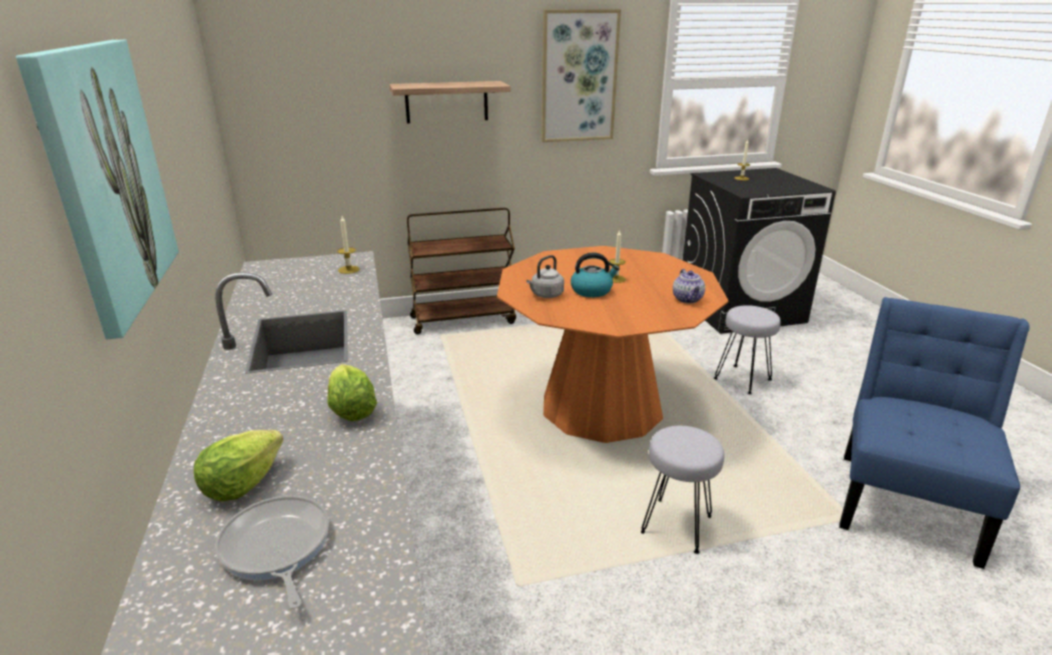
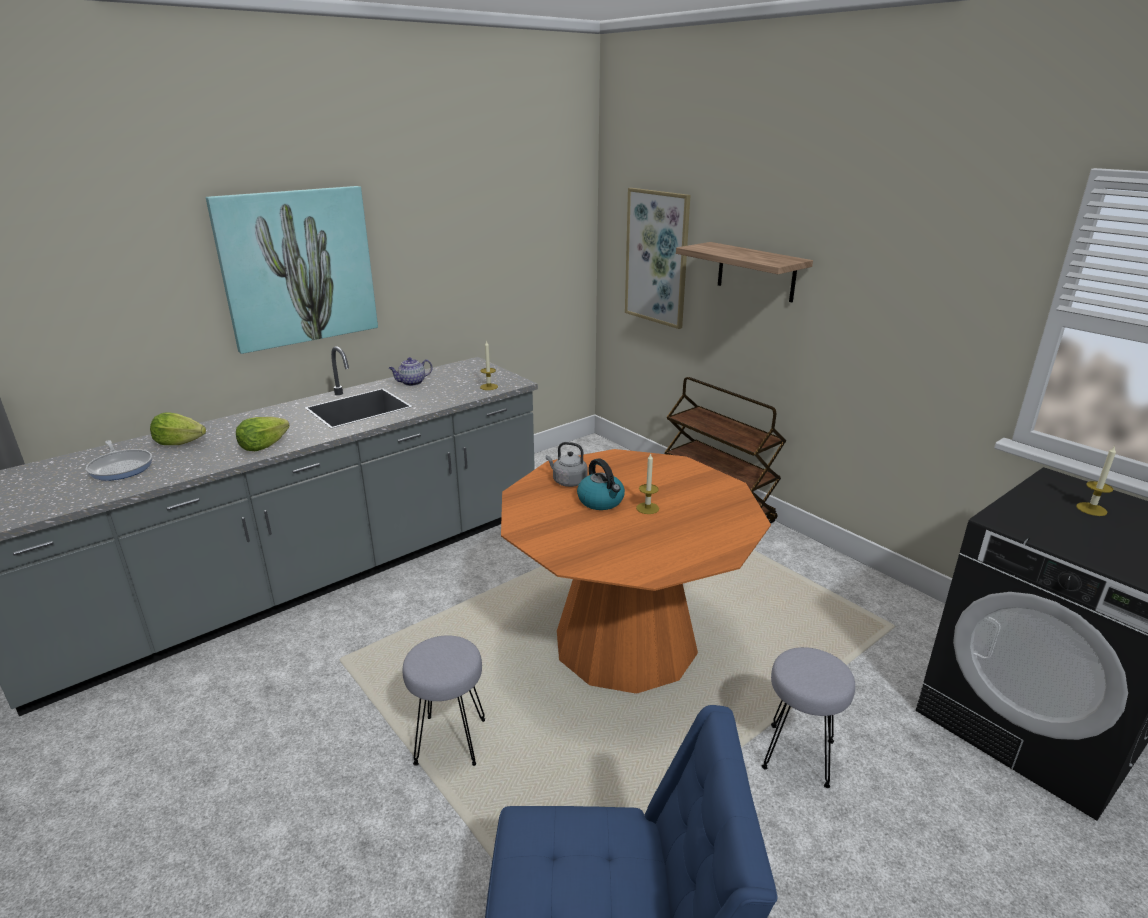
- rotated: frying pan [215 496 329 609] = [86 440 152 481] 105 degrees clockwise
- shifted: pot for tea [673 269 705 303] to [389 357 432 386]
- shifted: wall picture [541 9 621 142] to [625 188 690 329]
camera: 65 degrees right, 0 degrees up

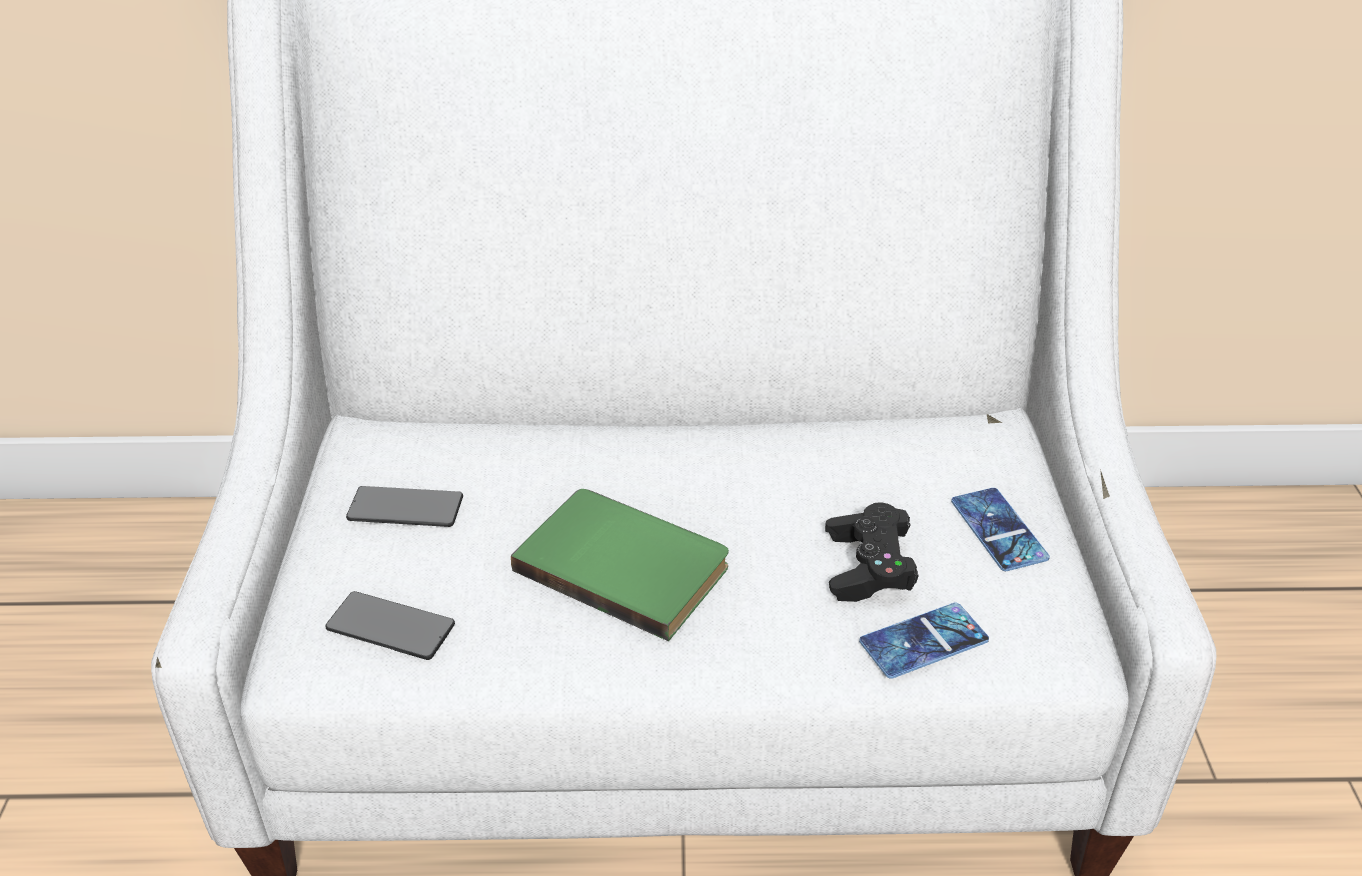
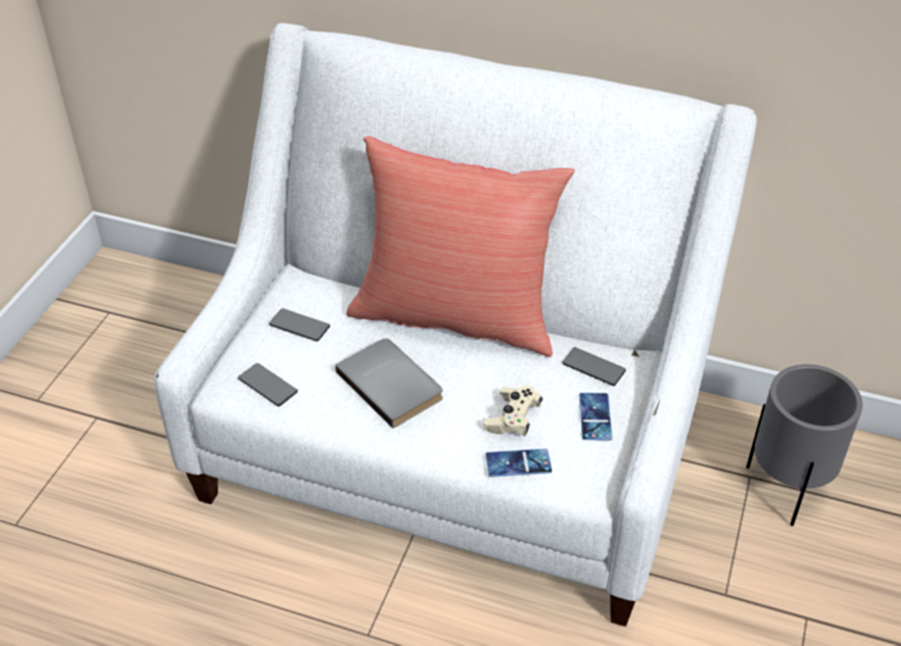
- repainted: green-coloured book [511 489 729 641] to greyish book [335 338 443 428]
- new: red-coloured cushion [346 136 575 357]
- repainted: blackish game controller [825 503 919 602] to beige game controller [483 386 543 436]
- new: telephone [562 347 626 386]
- new: greyish planter [746 364 863 526]
camera: 20 degrees right, 5 degrees up

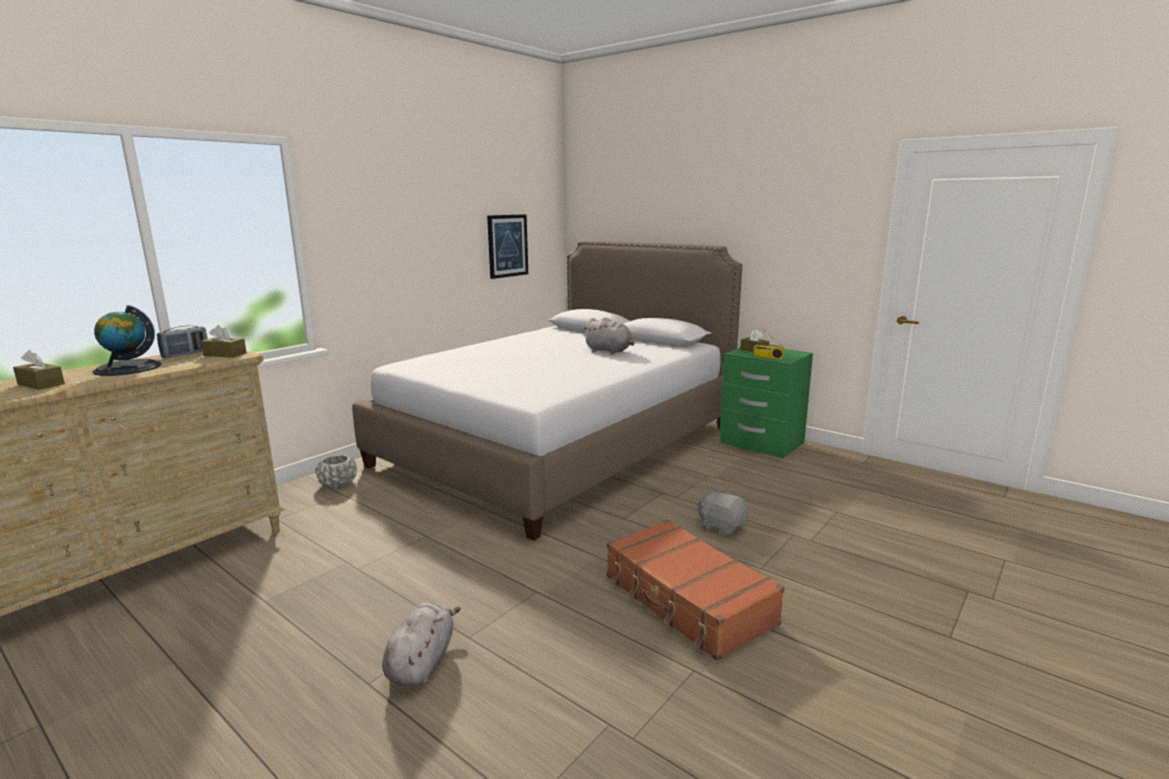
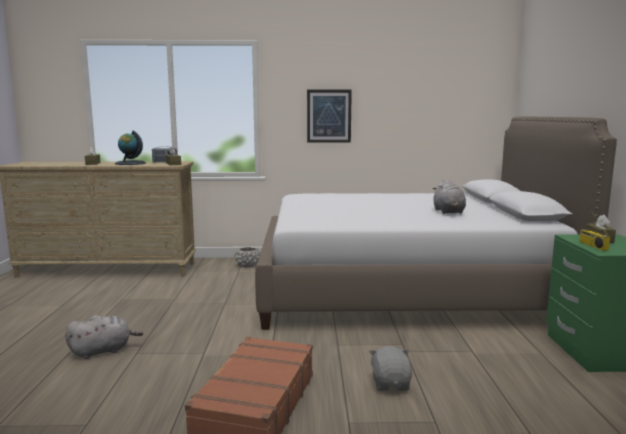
- shifted: wall picture [487 214 528 279] to [307 90 352 142]
camera: 50 degrees right, 5 degrees down

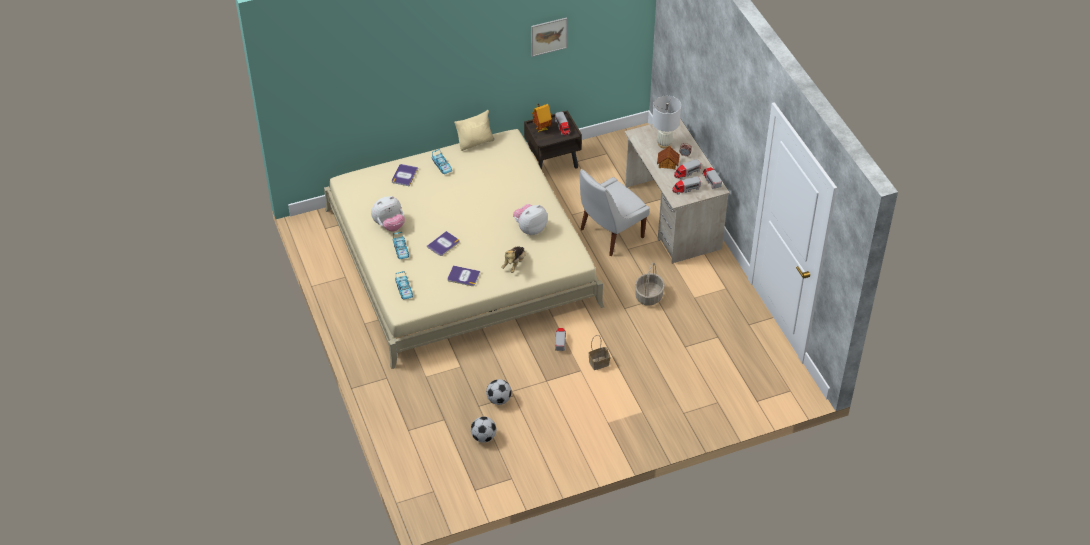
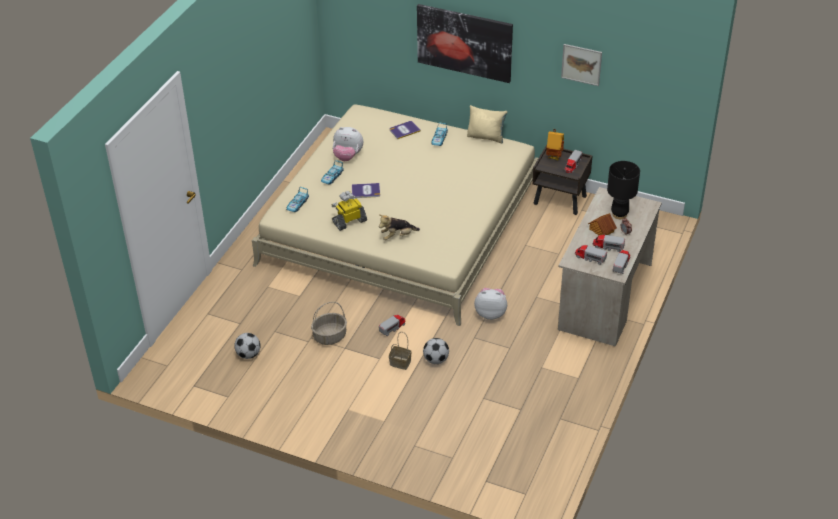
- shifted: household basket [635 263 665 306] to [311 302 347 345]
- swapped: book [447 265 480 286] to toy robot [331 191 367 231]
- new: wall picture [417 4 513 83]
- shifted: ball for football [486 379 511 405] to [423 338 449 364]
- shifted: plush toy [513 204 548 235] to [474 288 507 320]
- repainted: white-coloured table lamp [652 96 681 148] to blackish table lamp [607 161 640 219]
- gone: white-coloured plain chair [580 169 650 256]
camera: 45 degrees right, 5 degrees down

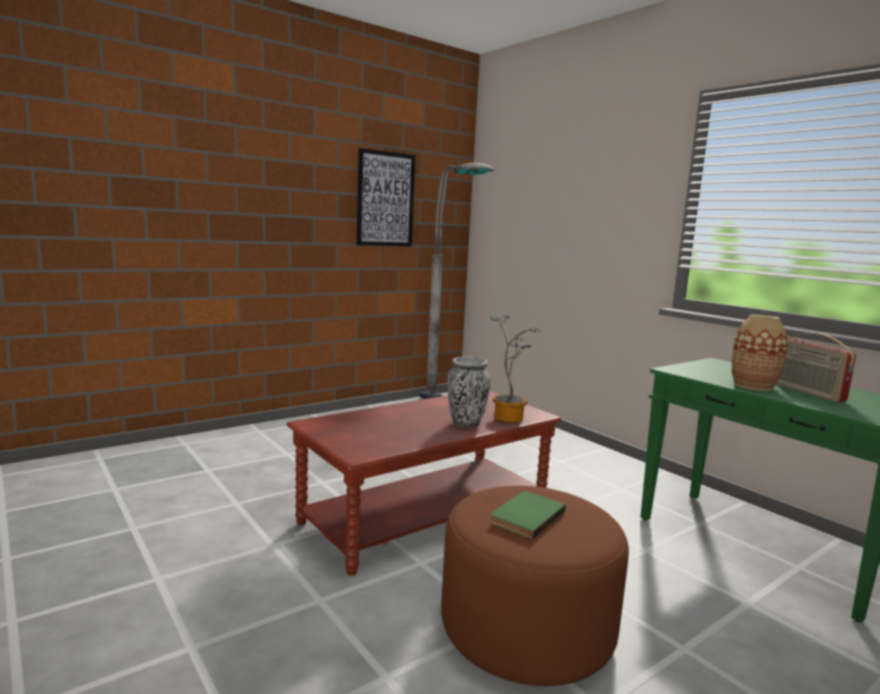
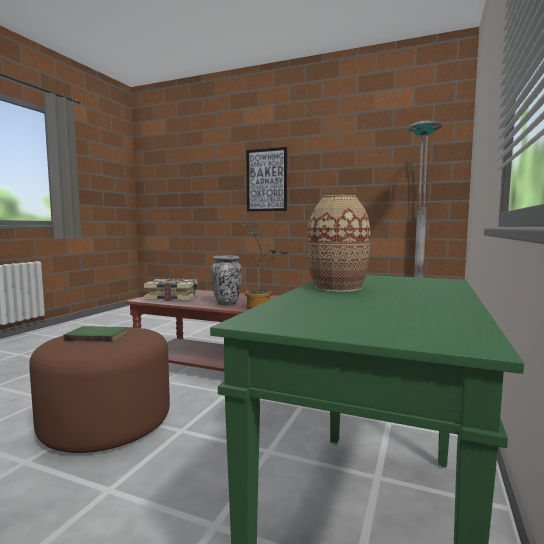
- new: book [144 279 198 301]
- shifted: wall picture [357 148 415 246] to [246 147 287 212]
- gone: radio set [776 333 856 402]
camera: 60 degrees right, 5 degrees down

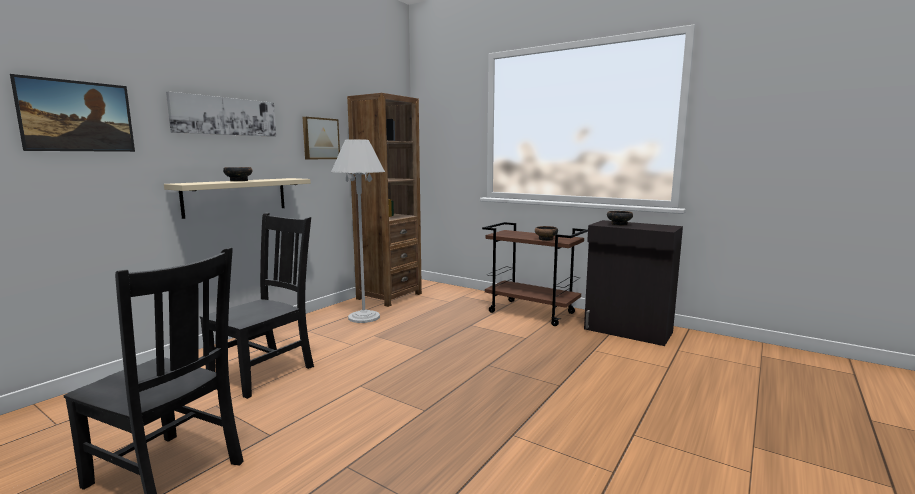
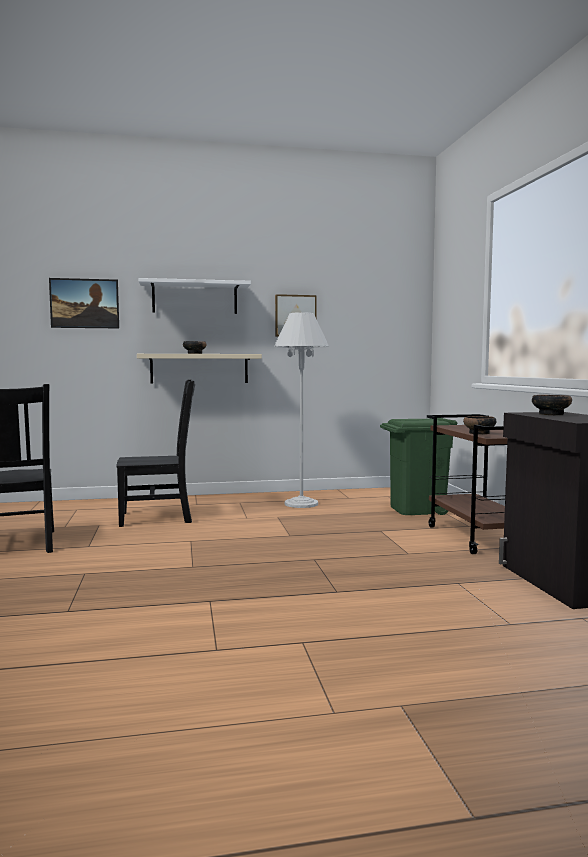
- swapped: wall picture [166 91 276 137] to white-coloured bracket shelf [138 278 251 314]
- new: green-coloured trash can [380 418 457 515]
- gone: brown bookshelf [347 93 422 307]
camera: 45 degrees right, 5 degrees down

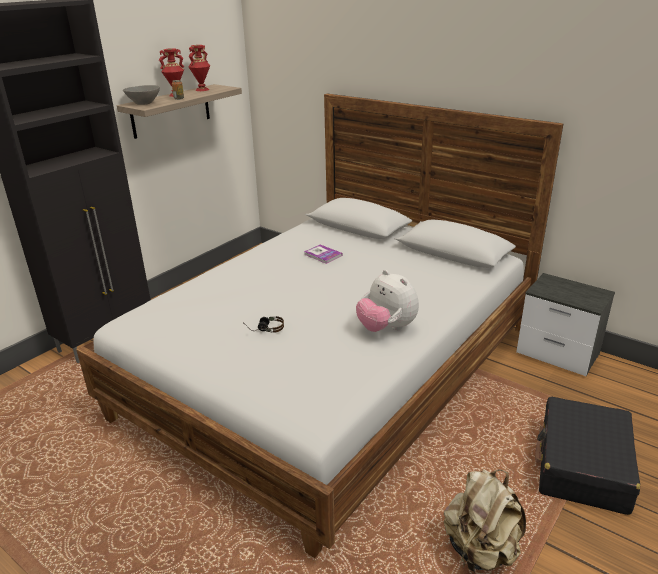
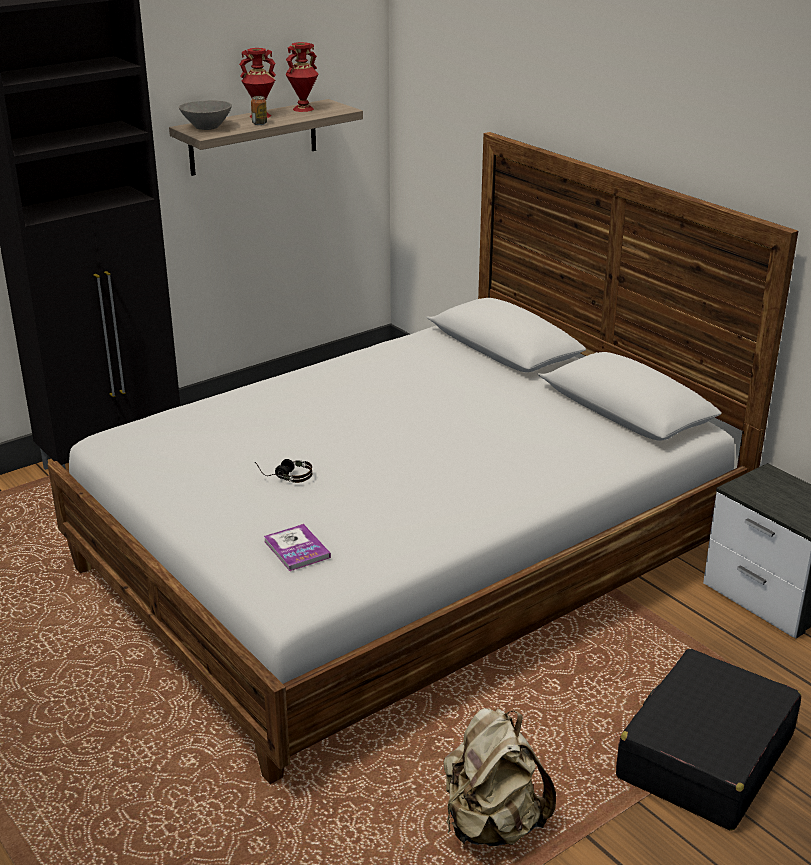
- shifted: book [304 245 342 264] to [264 524 331 571]
- gone: plush toy [356 270 419 332]
camera: 15 degrees right, 0 degrees up

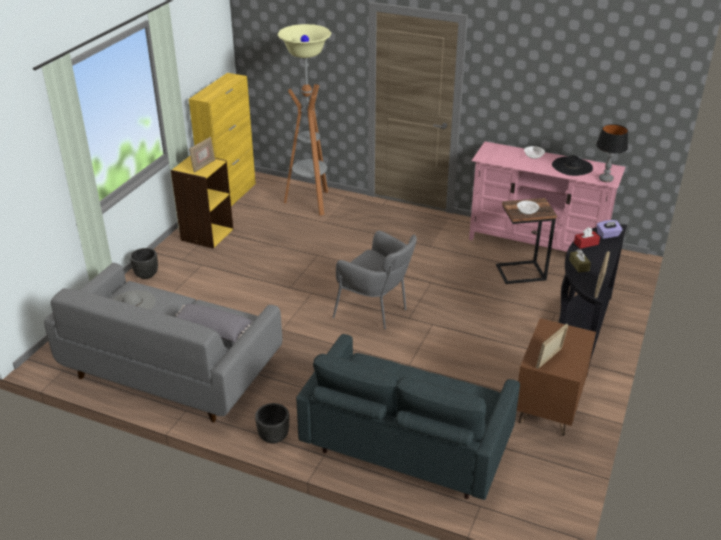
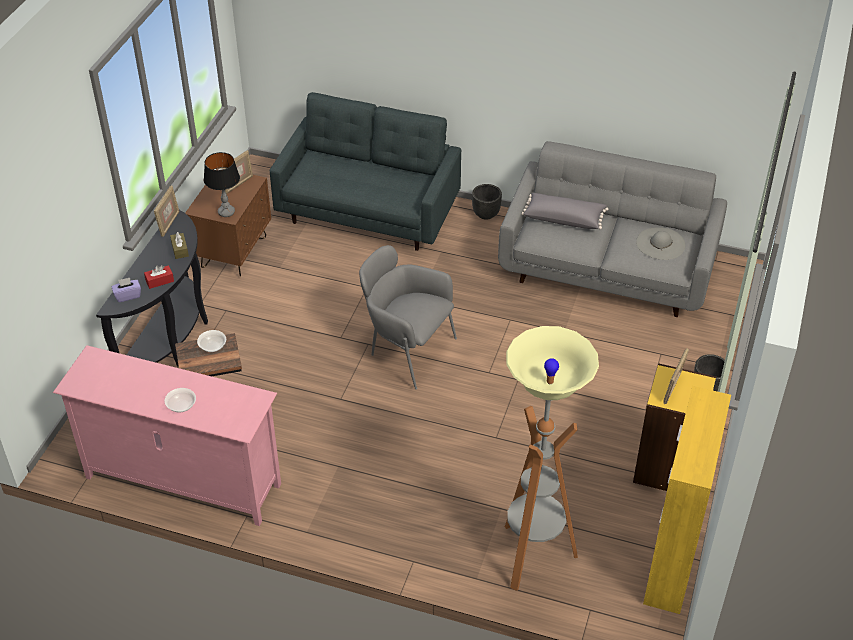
- shifted: table lamp [596 124 628 182] to [204 152 240 217]
- gone: blackish wearable hat [552 155 593 176]
camera: 175 degrees right, 10 degrees up

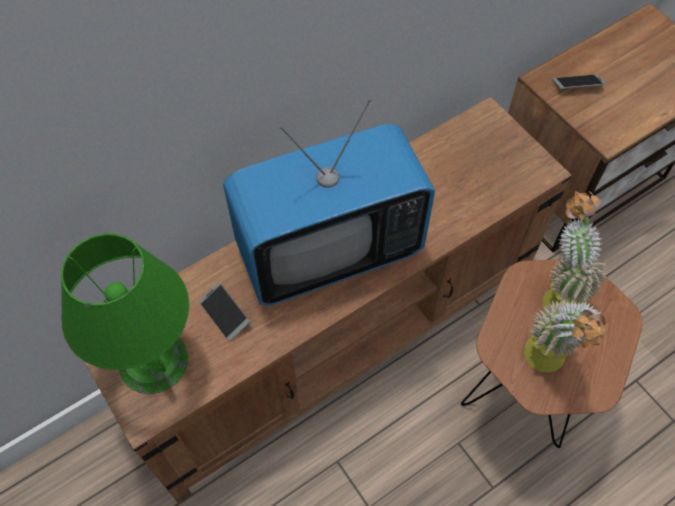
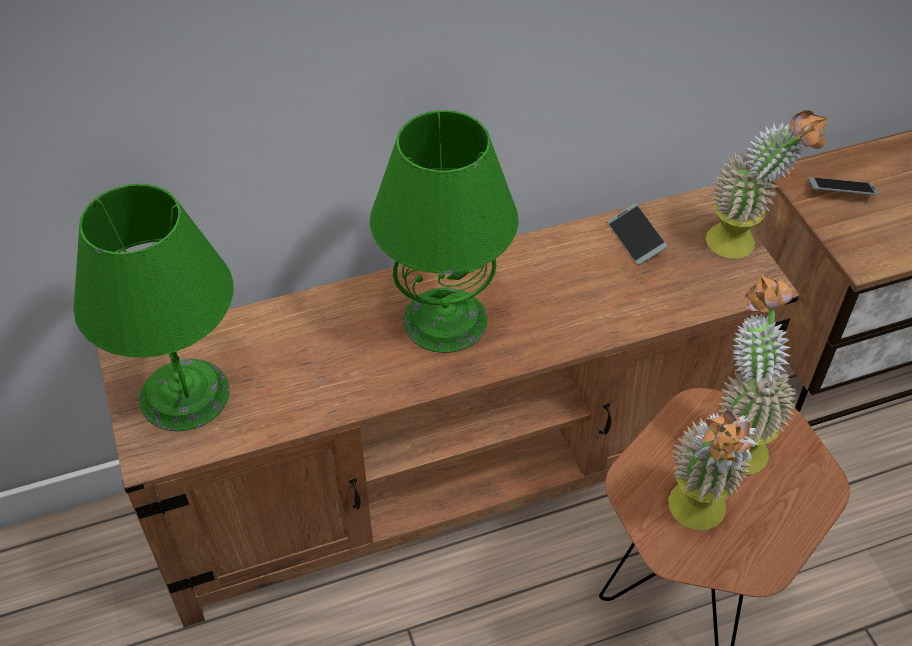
- swapped: TV set [223 99 435 306] to green-coloured table lamp [370 110 519 353]
- shifted: telephone [199 282 250 341] to [608 204 667 265]
- new: houseplant [706 110 828 259]
camera: 15 degrees right, 10 degrees down

